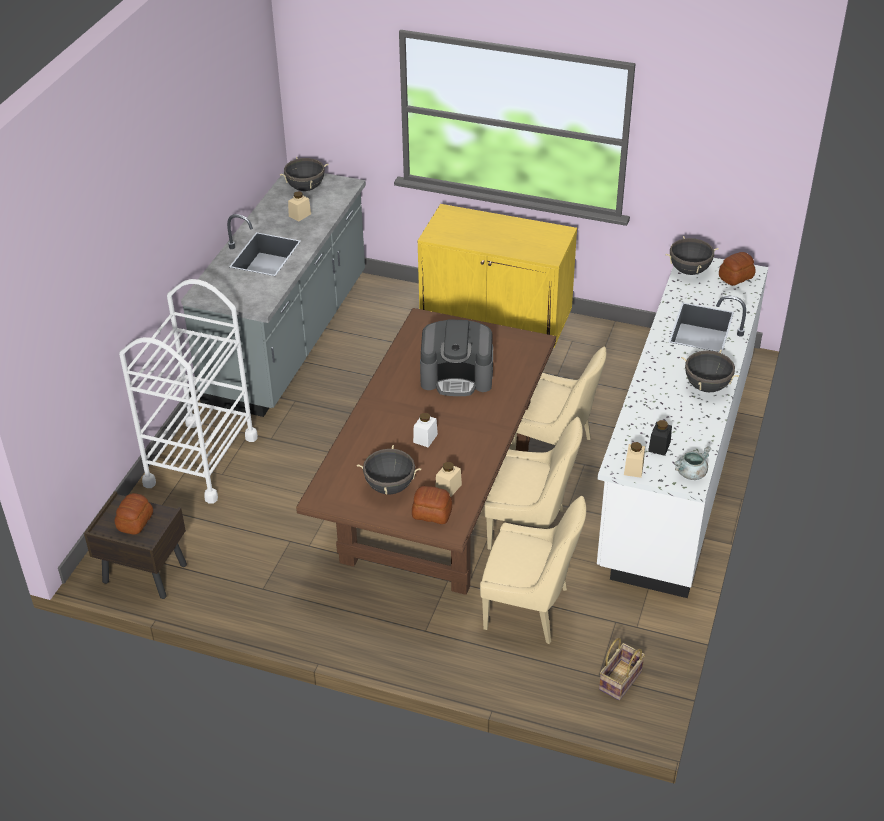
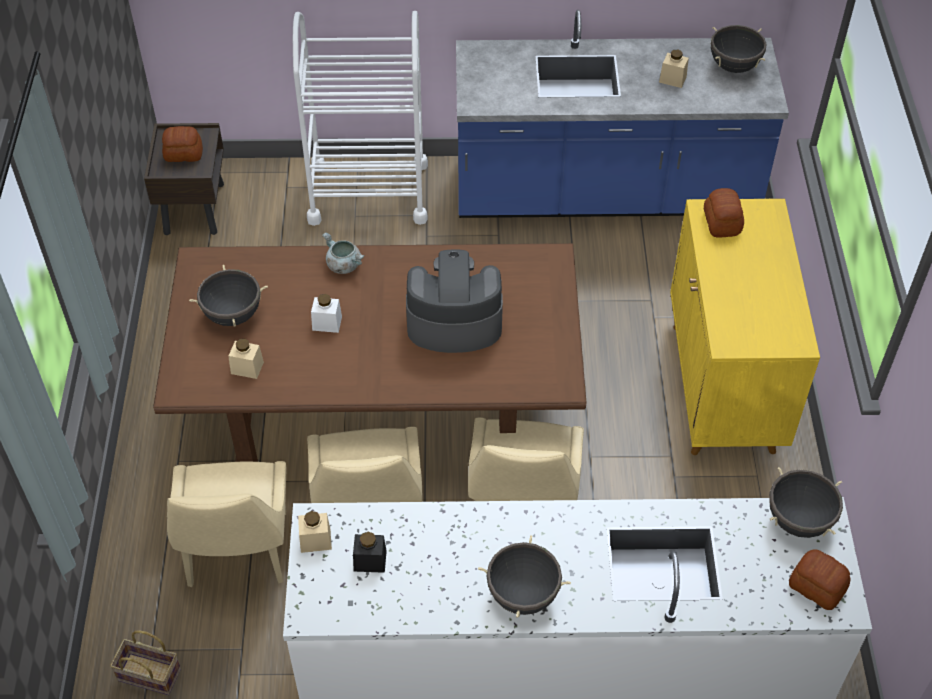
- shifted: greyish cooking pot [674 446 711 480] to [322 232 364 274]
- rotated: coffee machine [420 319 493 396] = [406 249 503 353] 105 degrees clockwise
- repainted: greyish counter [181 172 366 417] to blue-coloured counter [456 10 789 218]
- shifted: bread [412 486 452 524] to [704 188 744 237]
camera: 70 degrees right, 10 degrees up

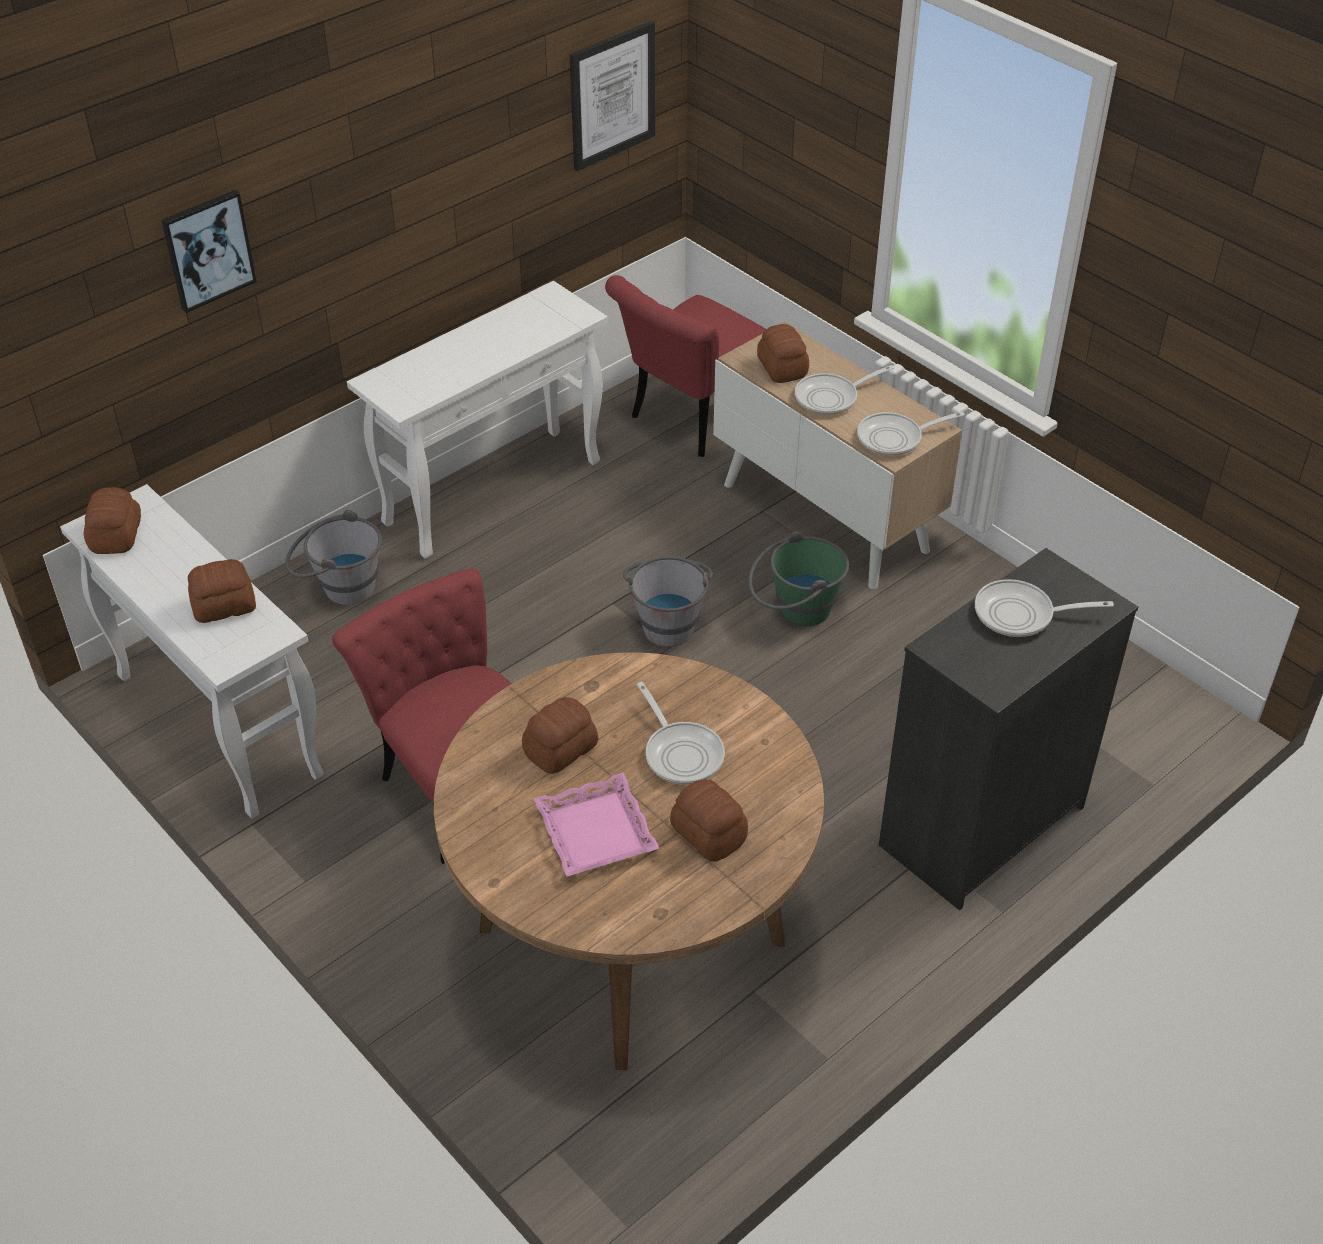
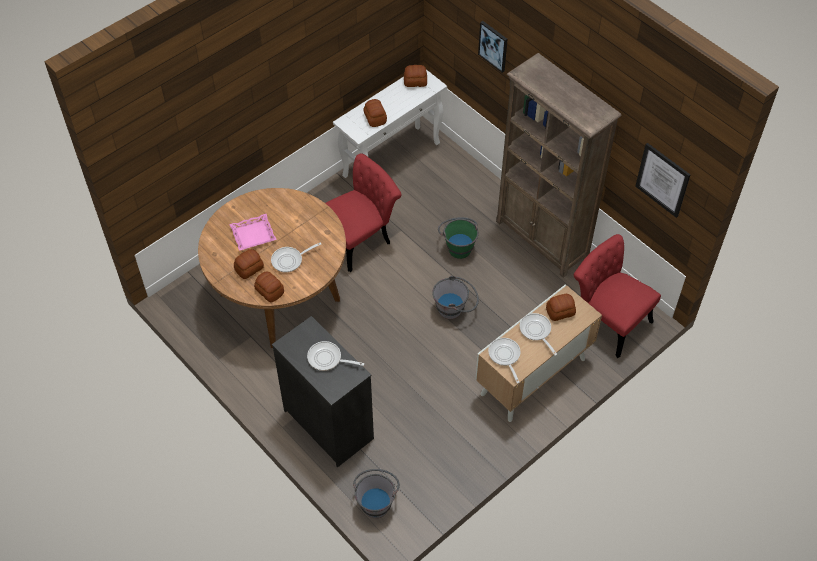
- shifted: bread [522 697 599 774] to [254 272 284 302]
- rotated: frying pan [975 579 1114 637] = [307 341 364 371] 75 degrees counterclockwise
- shifted: greyish water bucket [285 510 382 605] to [353 469 400 518]
- shifted: green-coloured water bucket [748 531 849 626] to [438 217 479 259]
- swapped: white-coloured hall table [347 281 608 559] to brown bookshelf [496 53 622 278]
camera: 90 degrees right, 10 degrees up

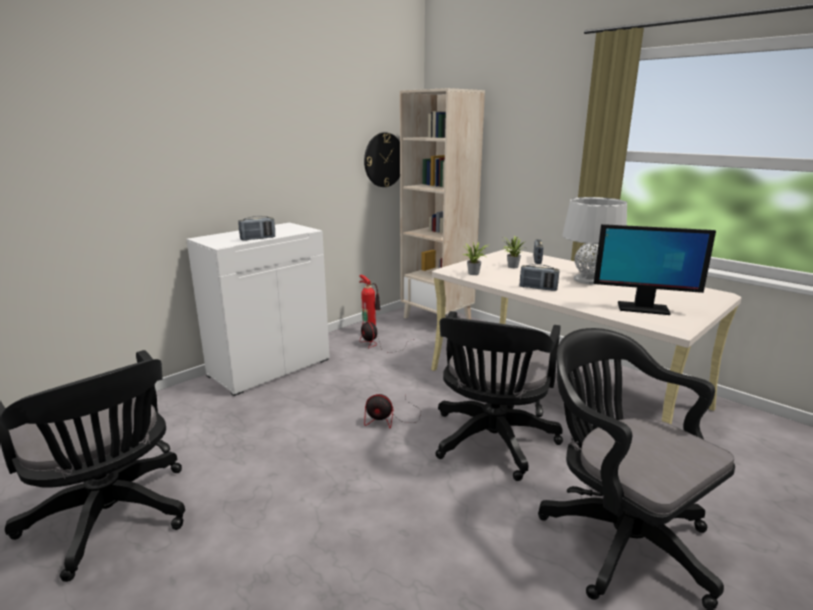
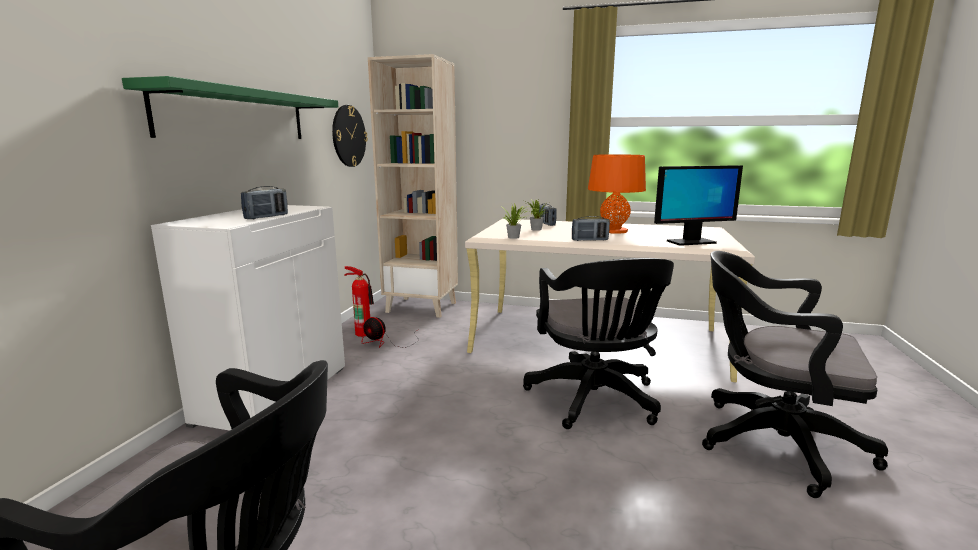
- new: green-coloured bracket shelf [122 76 338 139]
- repainted: greyish table lamp [562 197 627 284] to orangey table lamp [588 155 646 234]
- gone: cooling fan [364 394 421 428]
camera: 30 degrees left, 5 degrees down

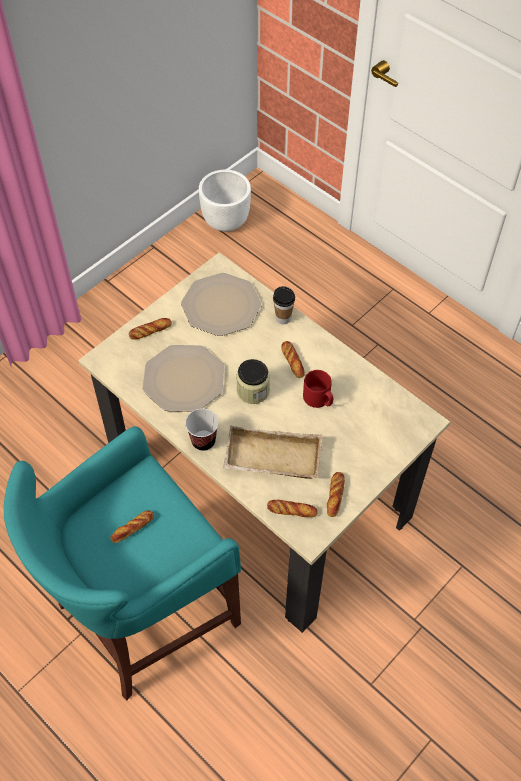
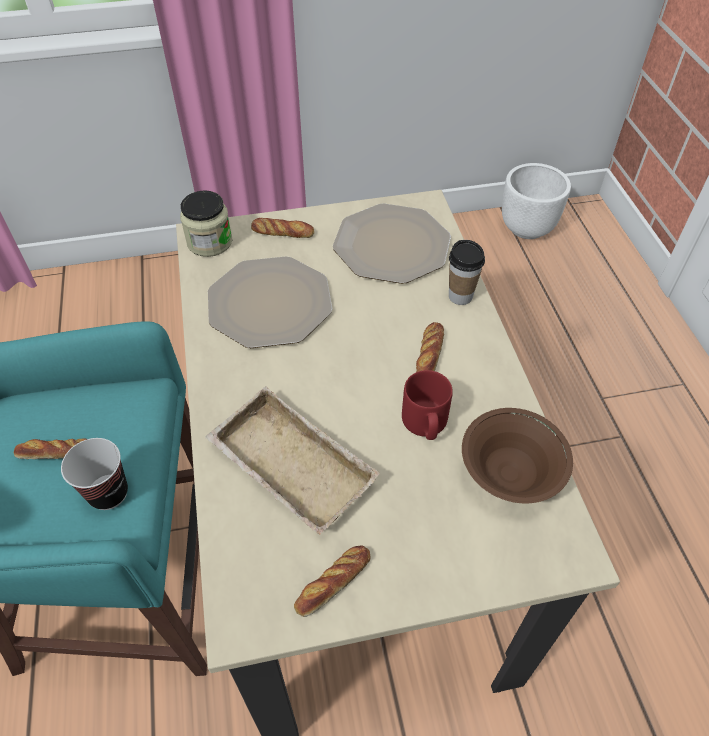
- shifted: small cup [185 409 219 451] to [61 438 128 510]
- shifted: jar [236 359 270 404] to [180 190 232 257]
- new: brown deep dish [462 408 573 504]
- gone: bread [267 500 318 517]
camera: 35 degrees right, 5 degrees down

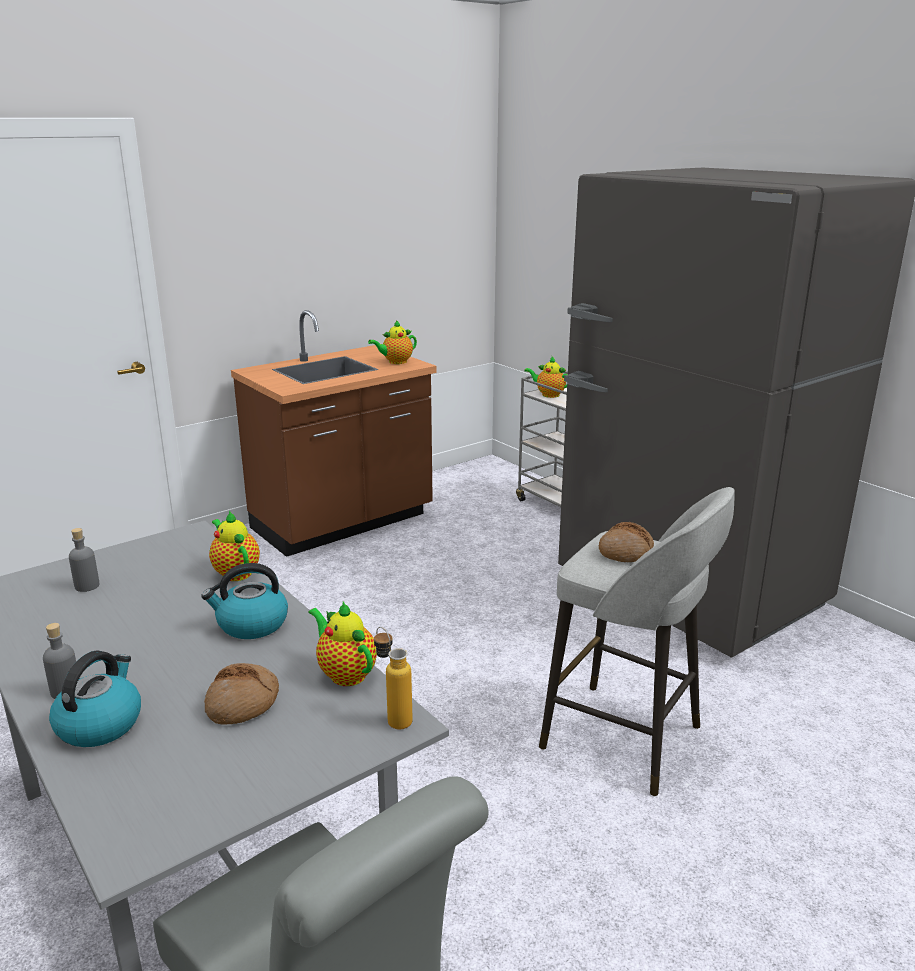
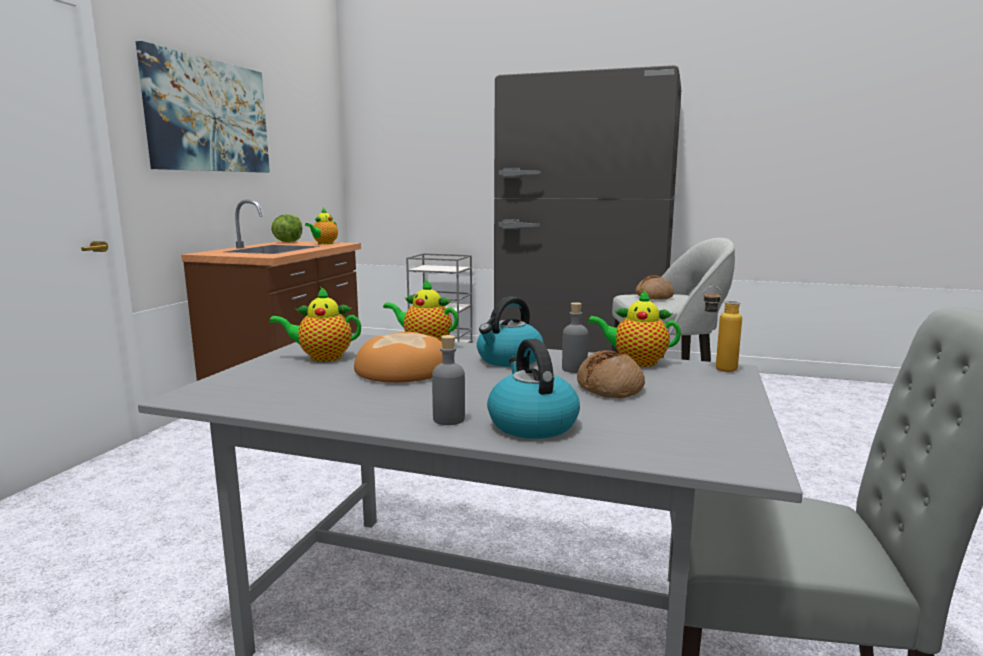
- new: wall picture [136 41 270 173]
- shifted: pot for tea [524 357 568 398] to [269 287 361 362]
- new: lettuce [271 214 302 242]
- new: bread [354 332 442 383]
- shifted: greyish bottle [69 528 99 592] to [562 302 588 373]
camera: 35 degrees left, 10 degrees down

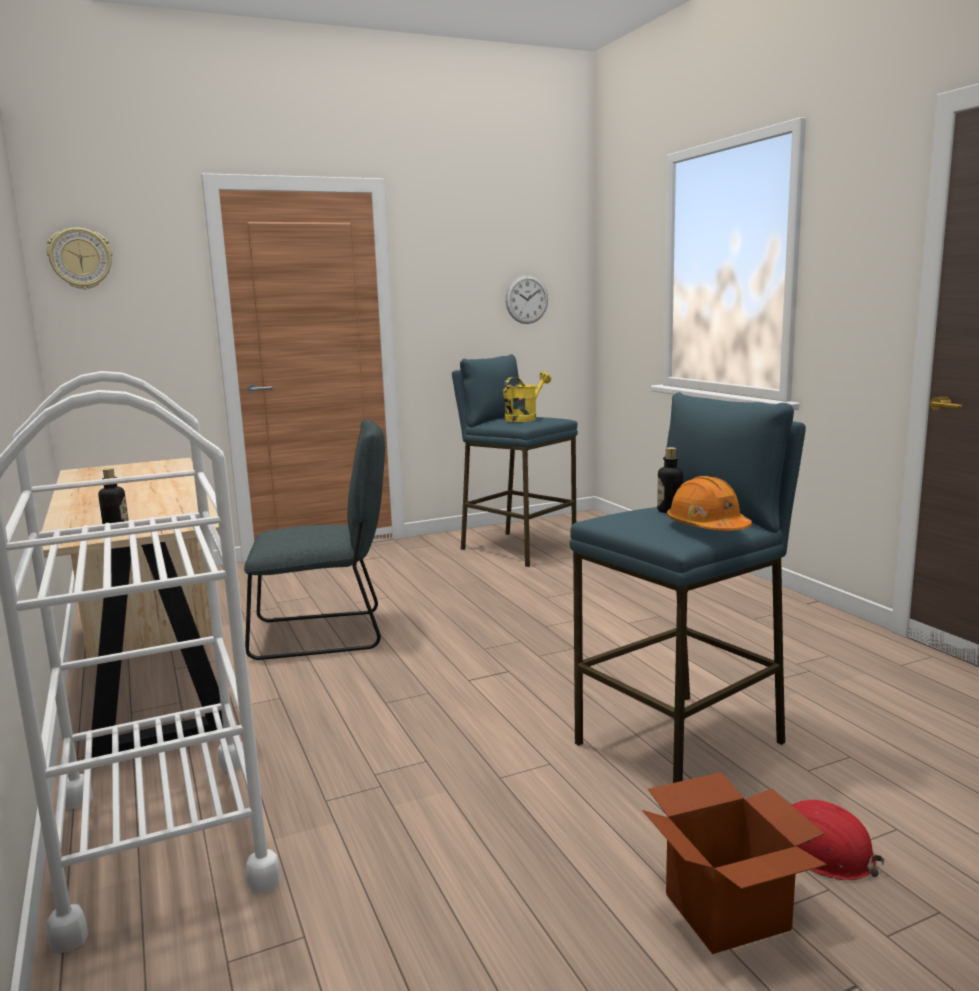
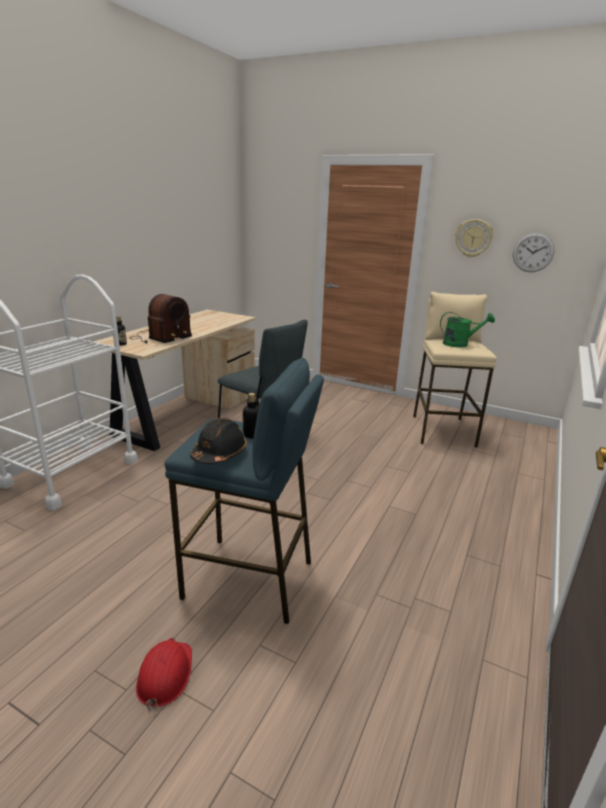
- new: radio set [130 294 192 344]
- repainted: orangey safety helmet [667 476 752 531] to blackish safety helmet [190 418 247 464]
- repainted: blue-coloured stool seat [452 354 578 567] to beige stool seat [413 292 497 448]
- repainted: yellowish watering can [503 372 551 422] to green-coloured watering can [440 312 495 347]
- shifted: hanging clock [46 227 113 290] to [455 219 493 257]
- gone: packing box [643 772 827 954]
camera: 50 degrees right, 10 degrees up

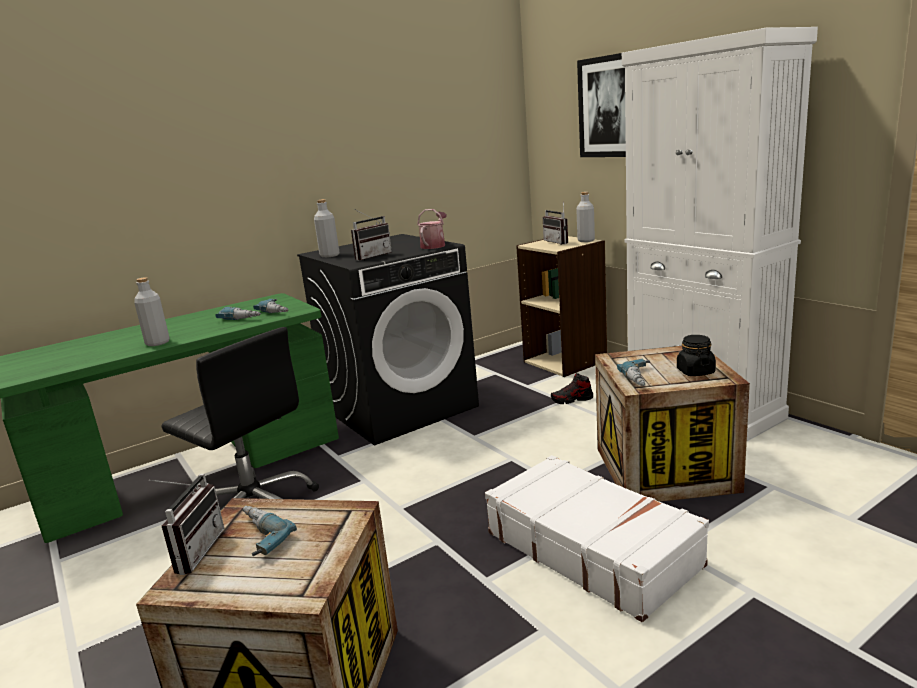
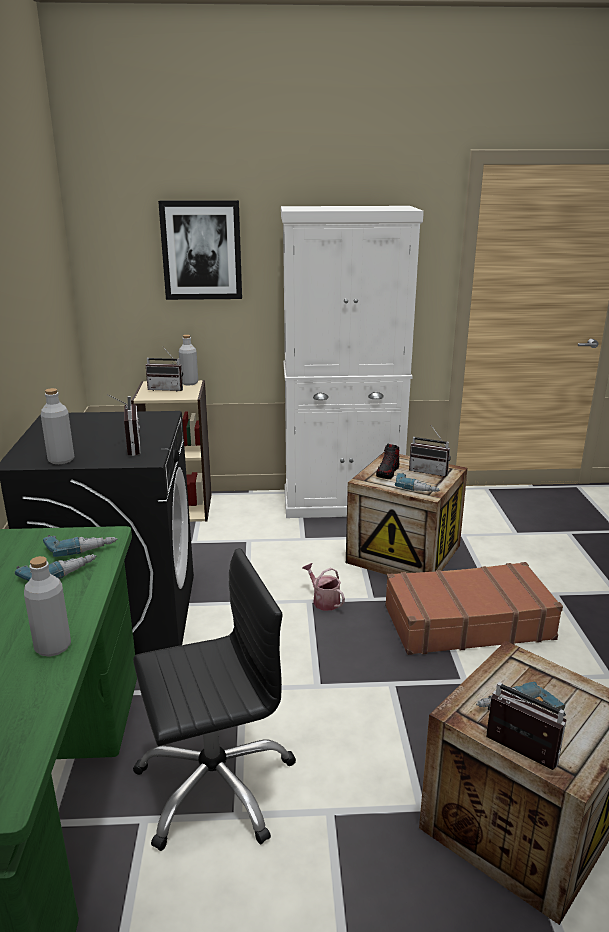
- shifted: watering can [417 209 447 249] to [302 563 345 611]
- shifted: item of footwear [551 373 593 404] to [376 444 400 479]
- repainted: white-coloured piece of luggage [485 455 709 622] to brown piece of luggage [385 562 563 655]
- swapped: blackish jar [677 335 716 376] to radio set [409 425 451 476]
camera: 60 degrees left, 5 degrees up

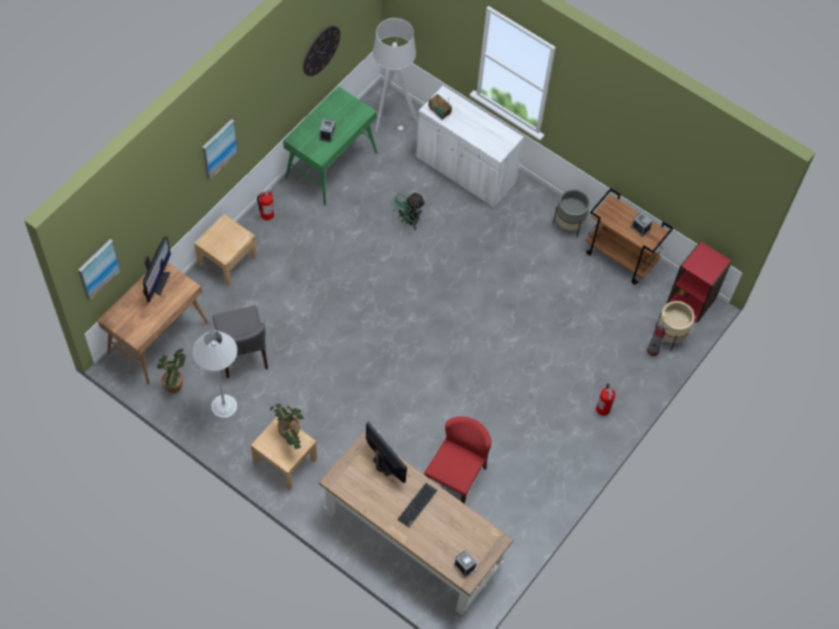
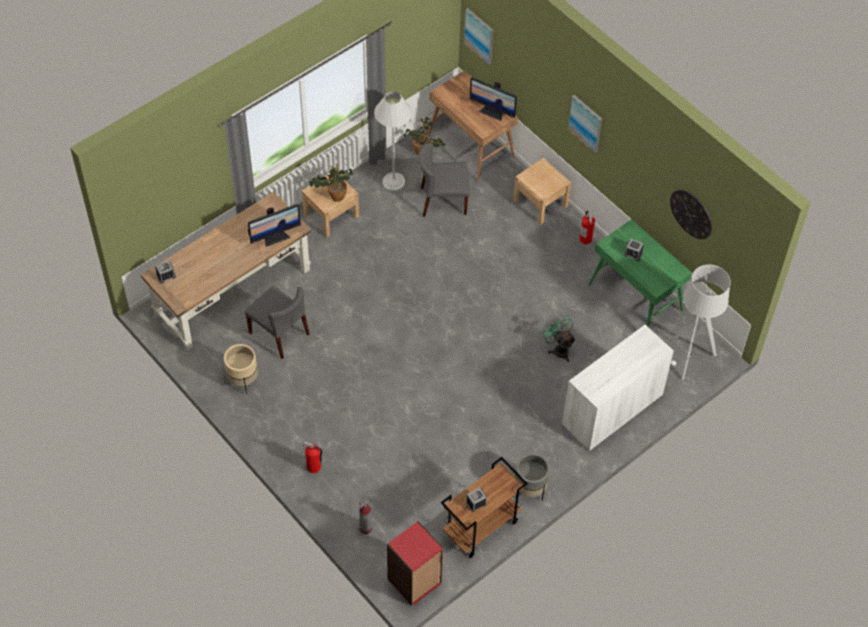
- shifted: beige planter [655 301 694 351] to [224 344 258 394]
- repainted: red-coloured plain chair [424 416 491 504] to greyish plain chair [245 285 310 359]
- gone: keyboard [397 483 437 527]
- gone: radio set [428 94 452 119]
camera: 105 degrees right, 5 degrees down

